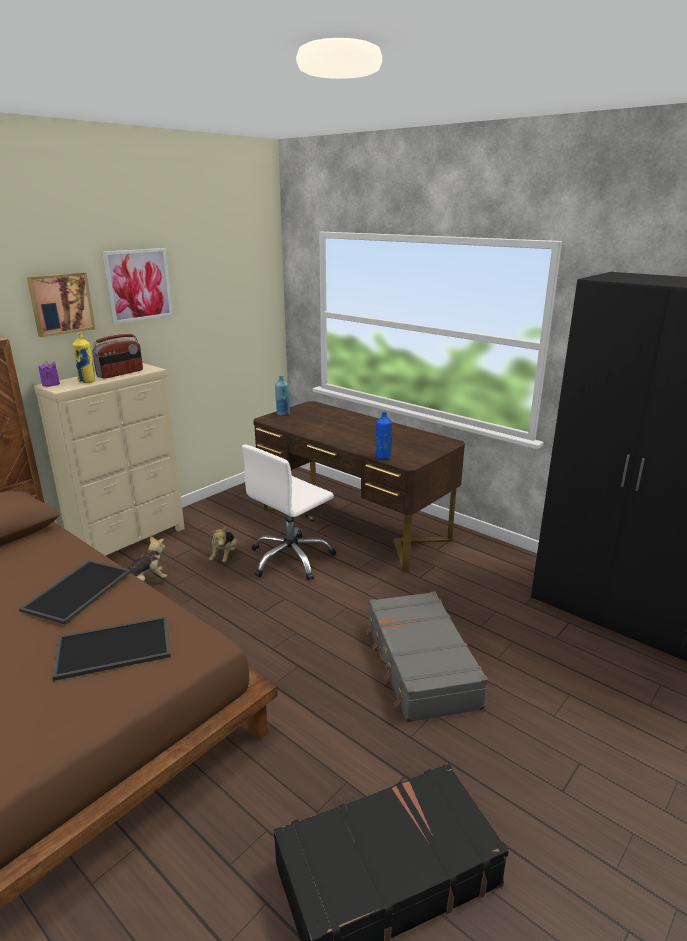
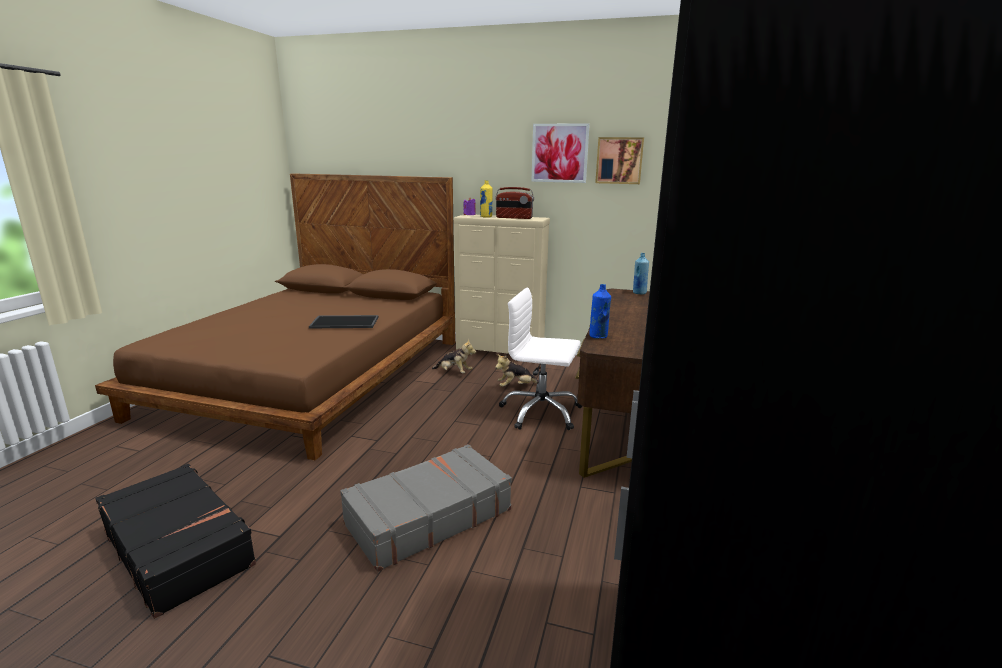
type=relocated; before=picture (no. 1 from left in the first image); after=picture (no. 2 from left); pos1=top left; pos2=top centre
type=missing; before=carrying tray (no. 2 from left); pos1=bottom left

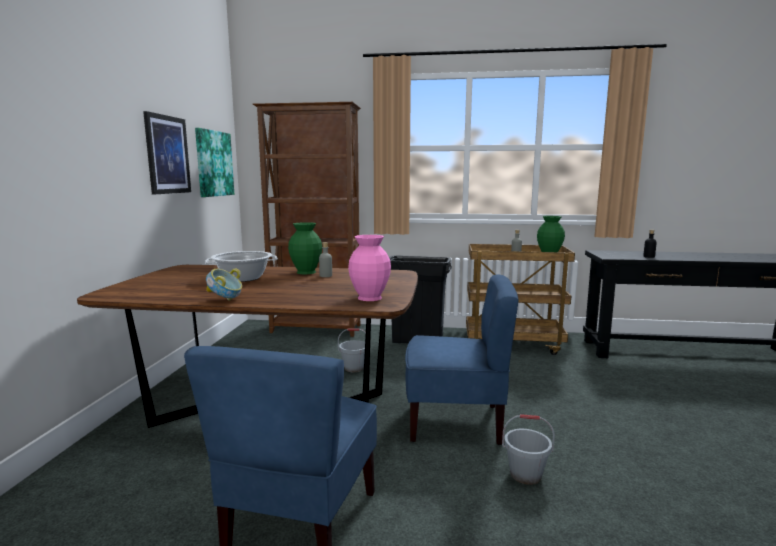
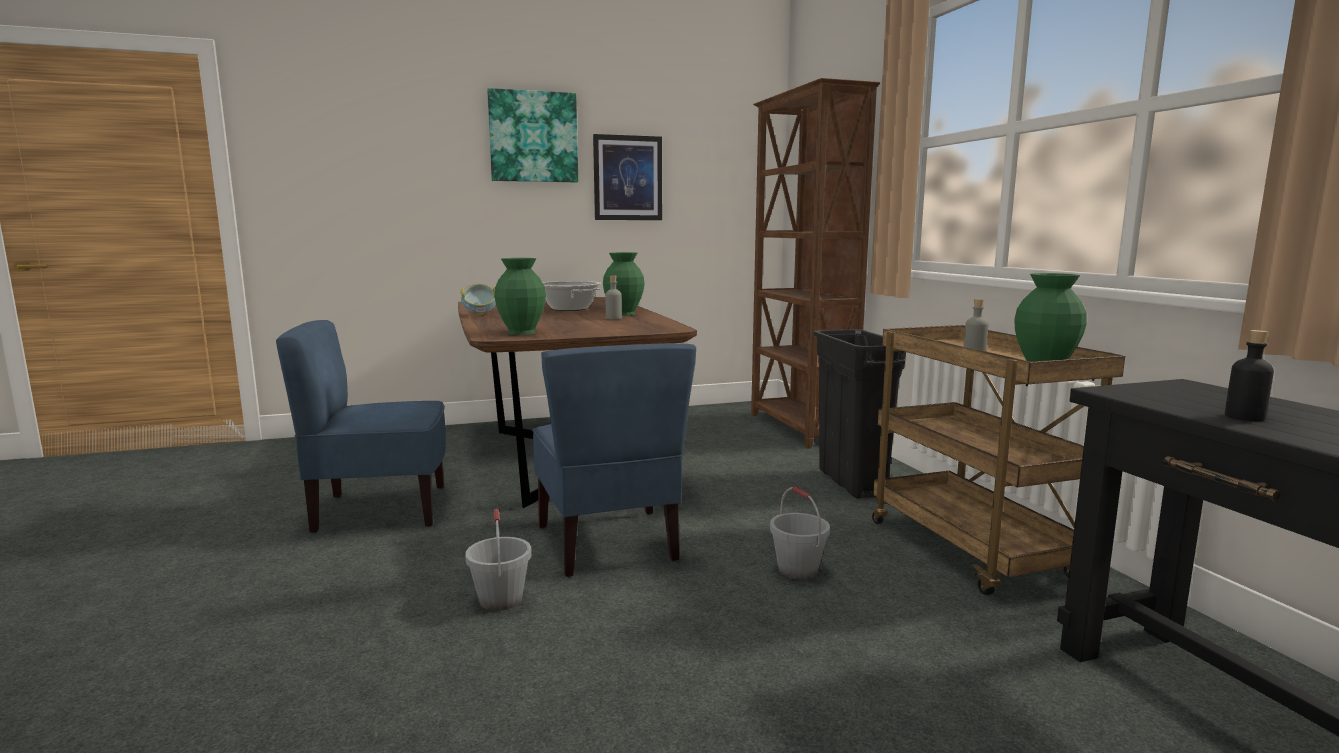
type=relocated; before=picture (no. 2 from left in the first image); after=picture (no. 1 from left); pos1=top left; pos2=top centre
type=relocated; before=greyish pail (no. 1 from left in the first image); after=greyish pail (no. 2 from left); pos1=centre; pos2=bottom centre
type=colour; before=pink-coloured flower vase; after=greenish flower vase (no. 1 from left); pos1=centre; pos2=centre

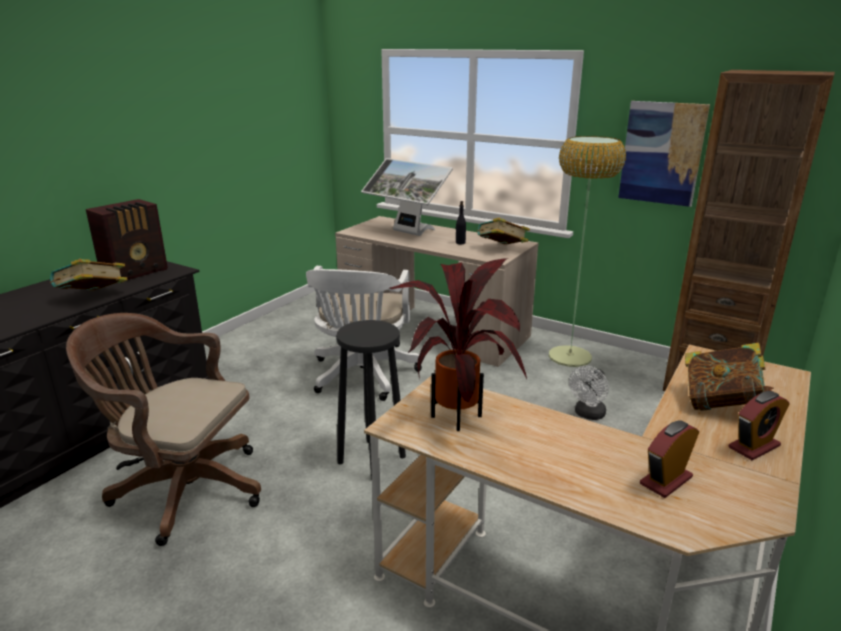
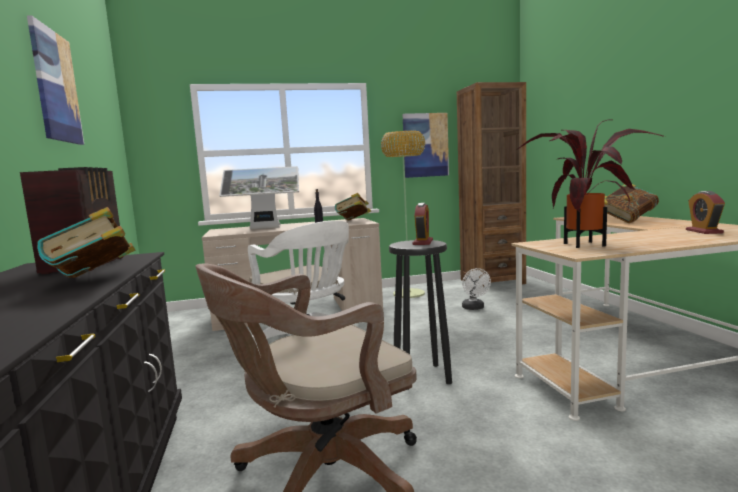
type=relocated; before=bedside clock (no. 2 from left in the first image); after=bedside clock (no. 1 from left); pos1=bottom right; pos2=centre
type=appeared; after=picture (no. 1 from left); pos2=top left

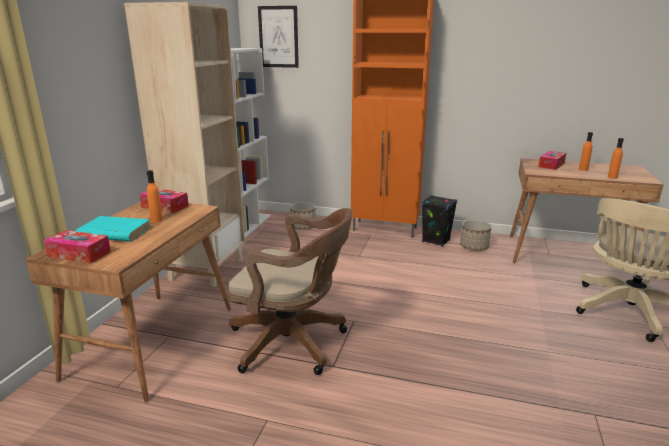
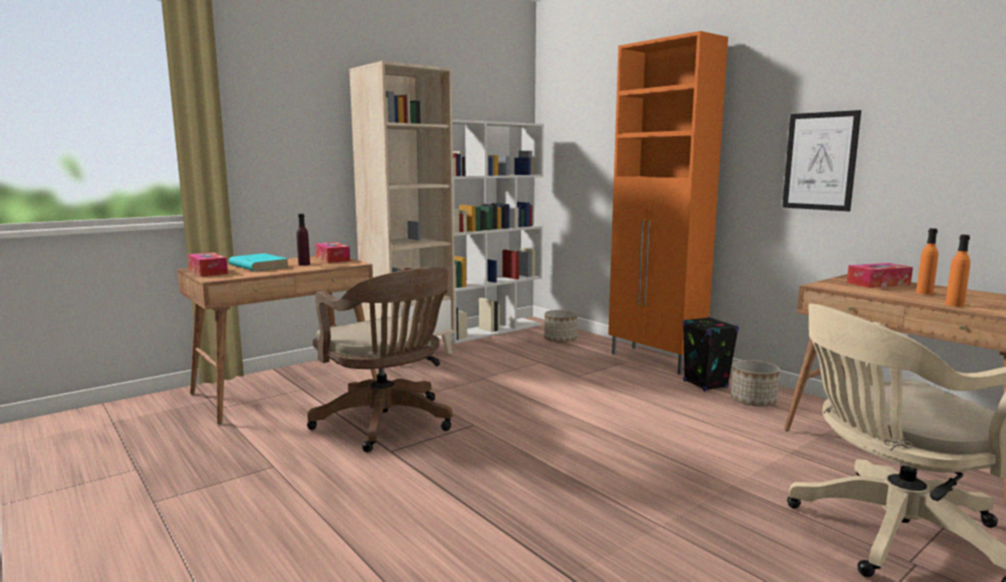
type=colour; before=orange bottle (no. 1 from left); after=purplish bottle; pos1=middle left; pos2=middle left
type=relocated; before=picture; pos1=top centre; pos2=top right

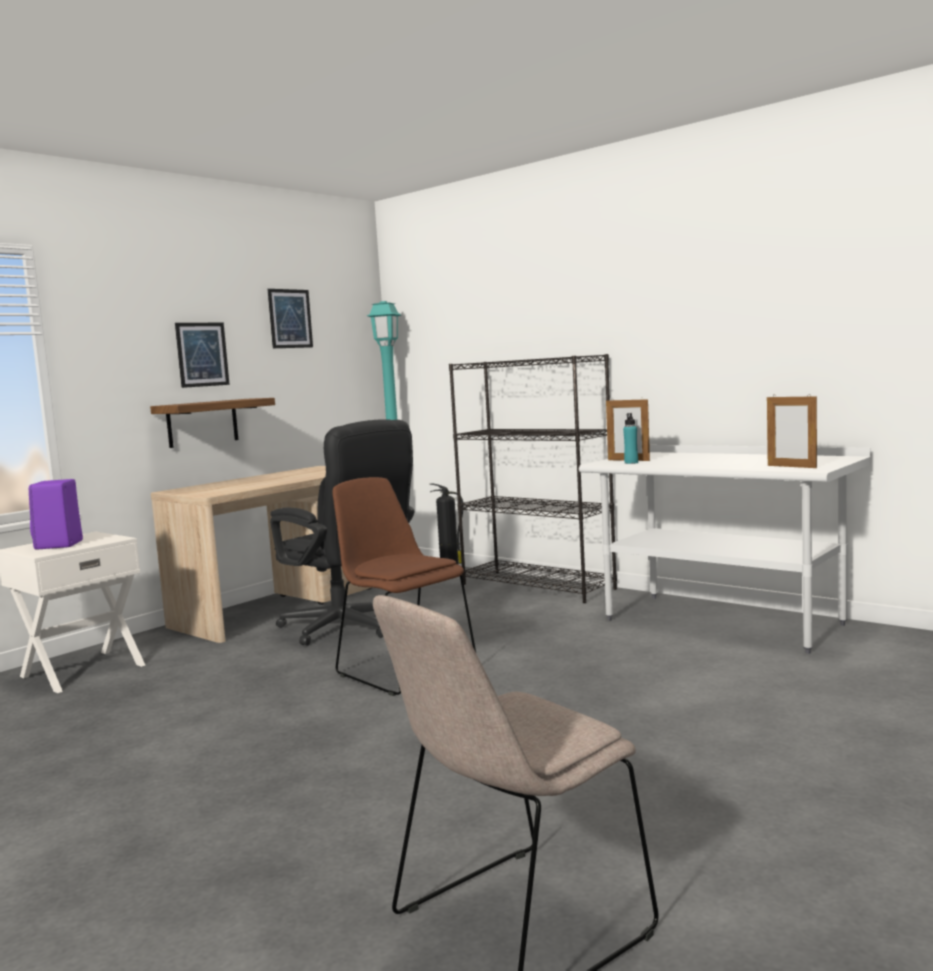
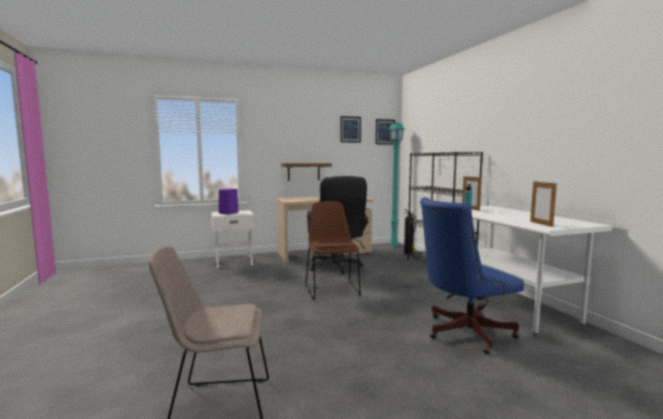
type=relocated; before=picture (no. 1 from left in the first image); after=picture (no. 2 from left); pos1=middle left; pos2=top centre
type=appeared; after=blue-coloured office chair; pos2=middle right

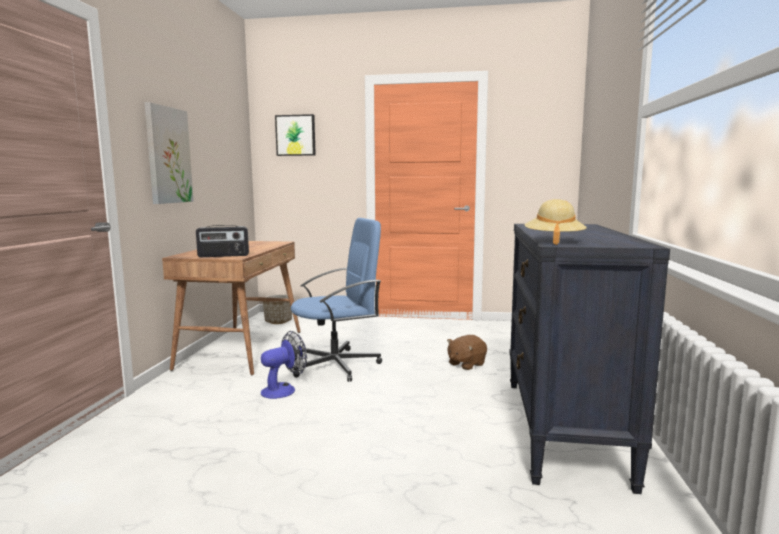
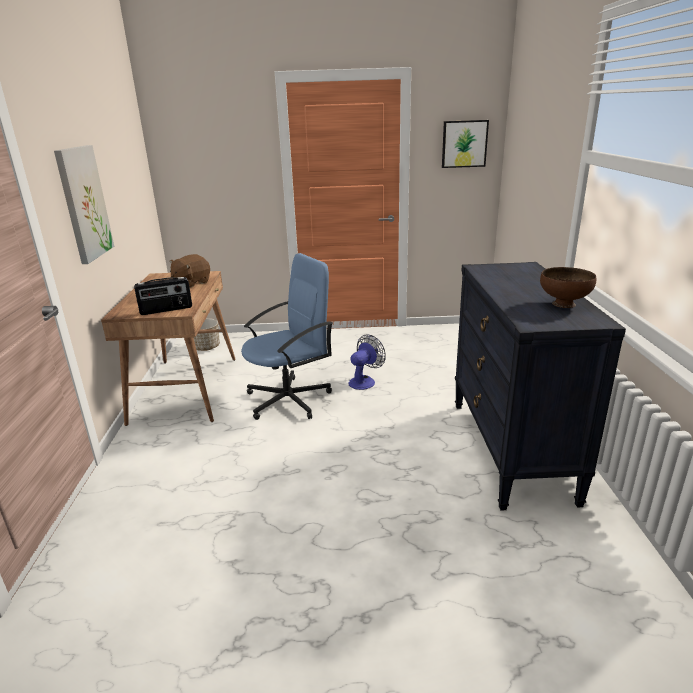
type=relocated; before=cooling fan; pos1=bottom centre; pos2=centre
type=relocated; before=picture (no. 2 from left); pos1=top centre; pos2=top right
type=relocated; before=brown plush toy; pos1=centre; pos2=middle left
type=missing; before=beige-coloured wearable hat; pos1=middle right
type=appeared; after=brown serving bowl; pos2=middle right

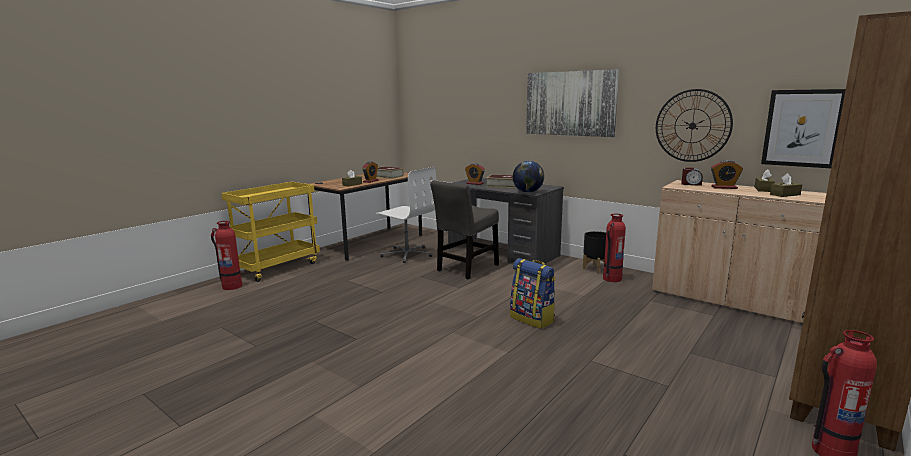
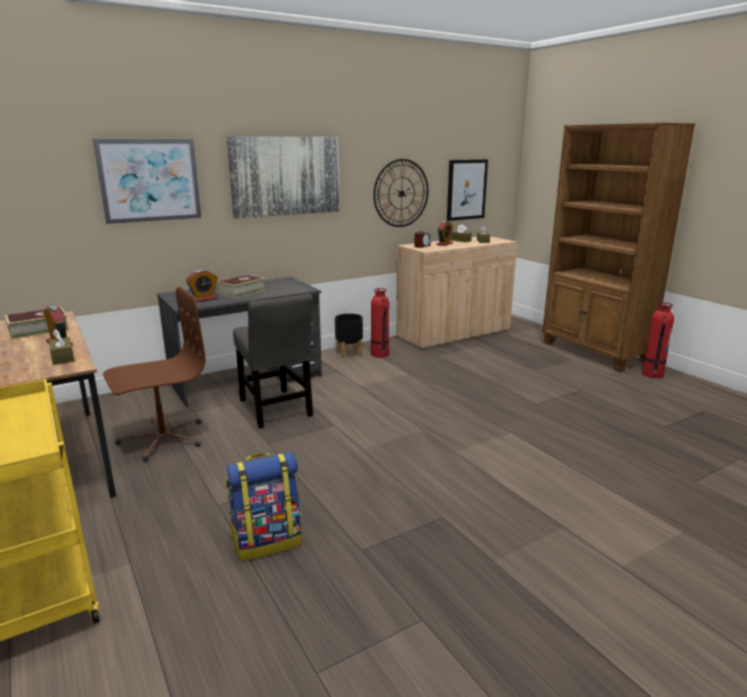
type=missing; before=fire-fighting cylinder (no. 1 from left); pos1=middle left
type=colour; before=white office chair; after=brown office chair; pos1=centre; pos2=middle left
type=relocated; before=backpack; pos1=centre; pos2=bottom centre
type=missing; before=desk globe; pos1=centre
type=appeared; after=picture (no. 1 from left); pos2=top left

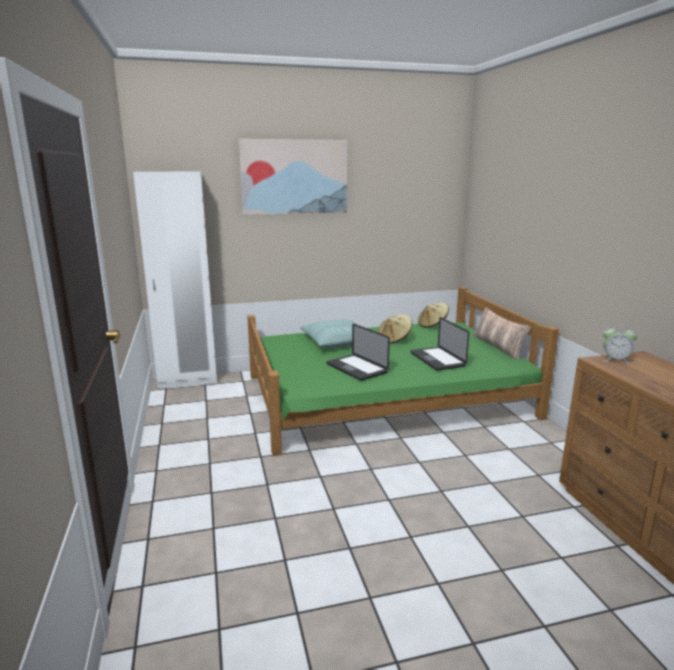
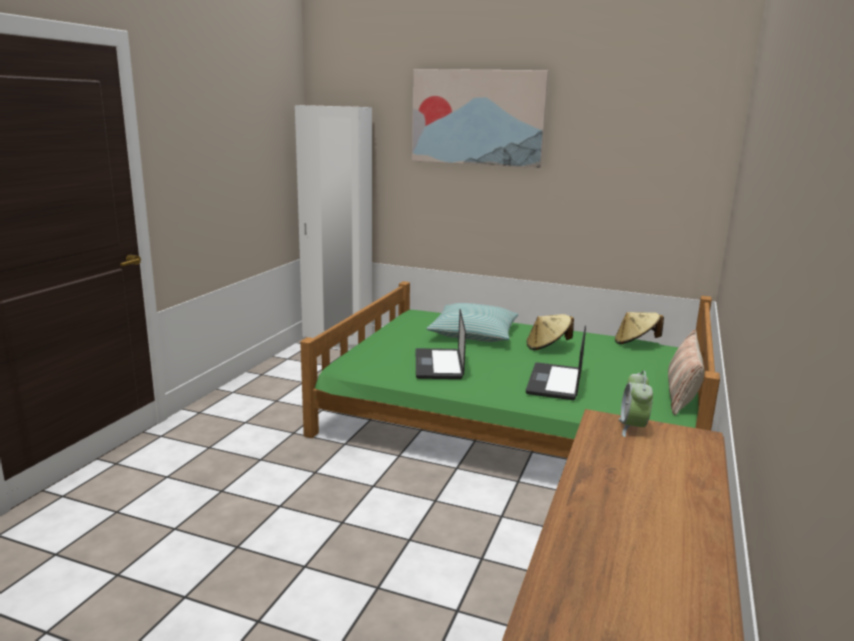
type=spun; before=bedside clock; pos1=middle right; pos2=middle right; turn=45

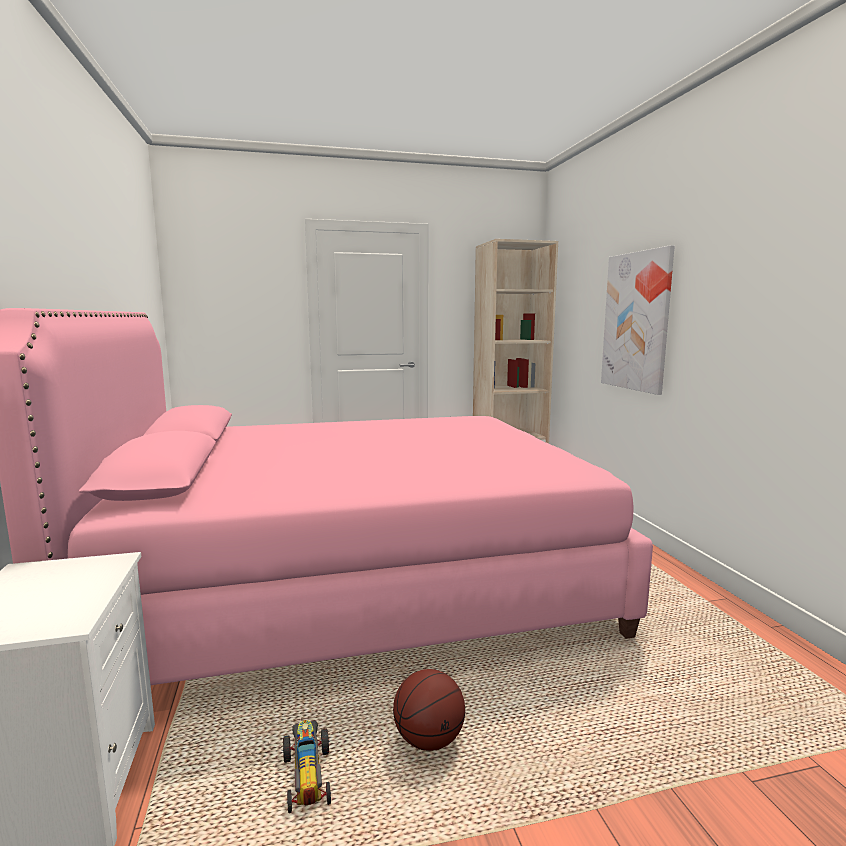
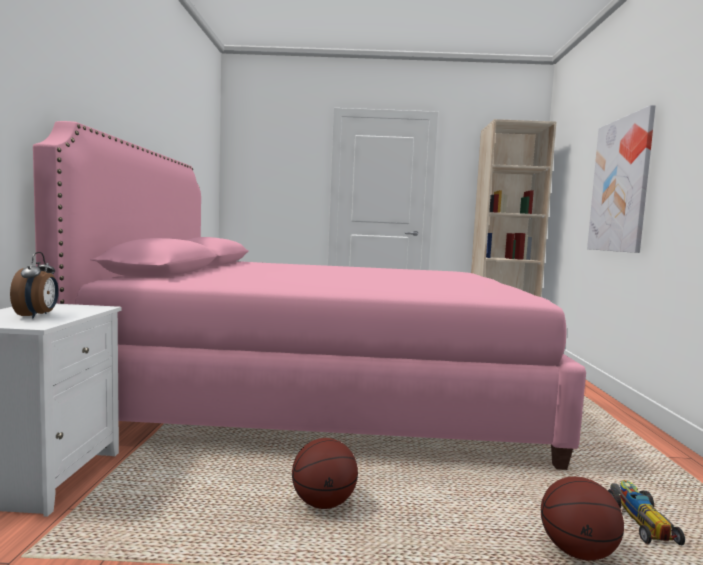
type=relocated; before=model car; pos1=bottom centre; pos2=bottom right
type=appeared; after=bedside clock; pos2=middle left
type=appeared; after=ball for basketball (no. 2 from left); pos2=bottom right

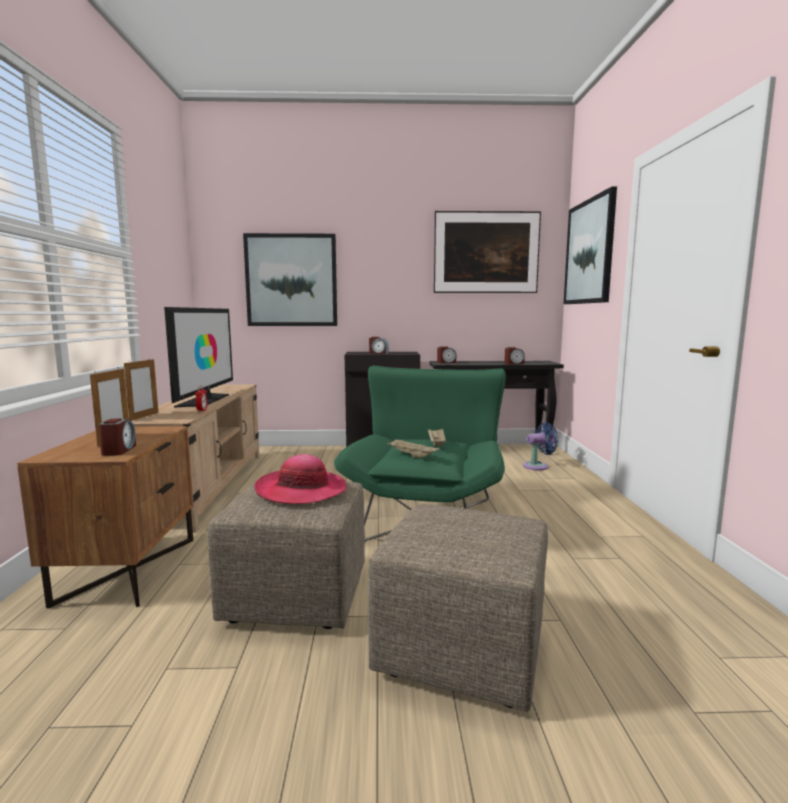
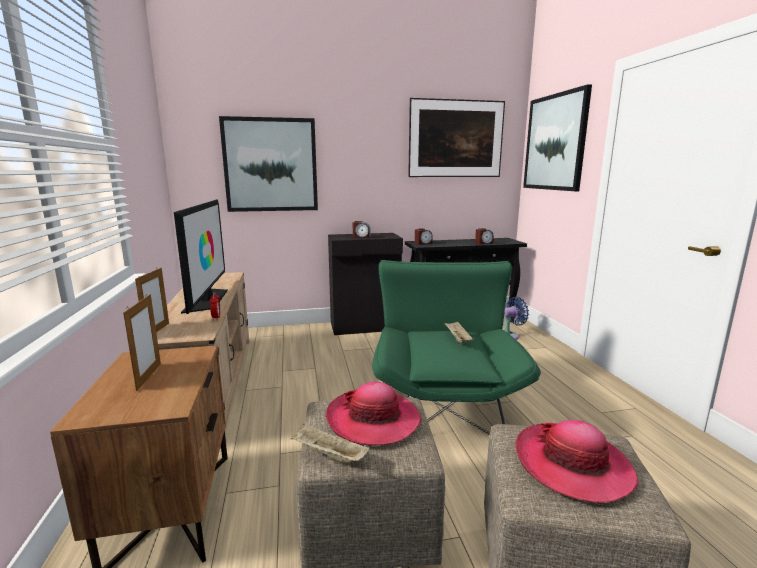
type=missing; before=bedside clock (no. 1 from left); pos1=middle left
type=relocated; before=beige-coloured carrying tray (no. 1 from left); pos1=centre; pos2=bottom centre
type=appeared; after=wearable hat (no. 2 from left); pos2=bottom right

